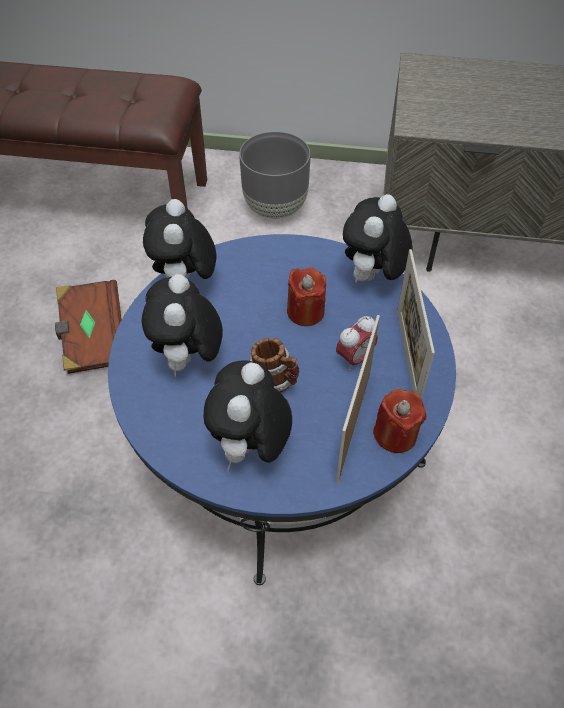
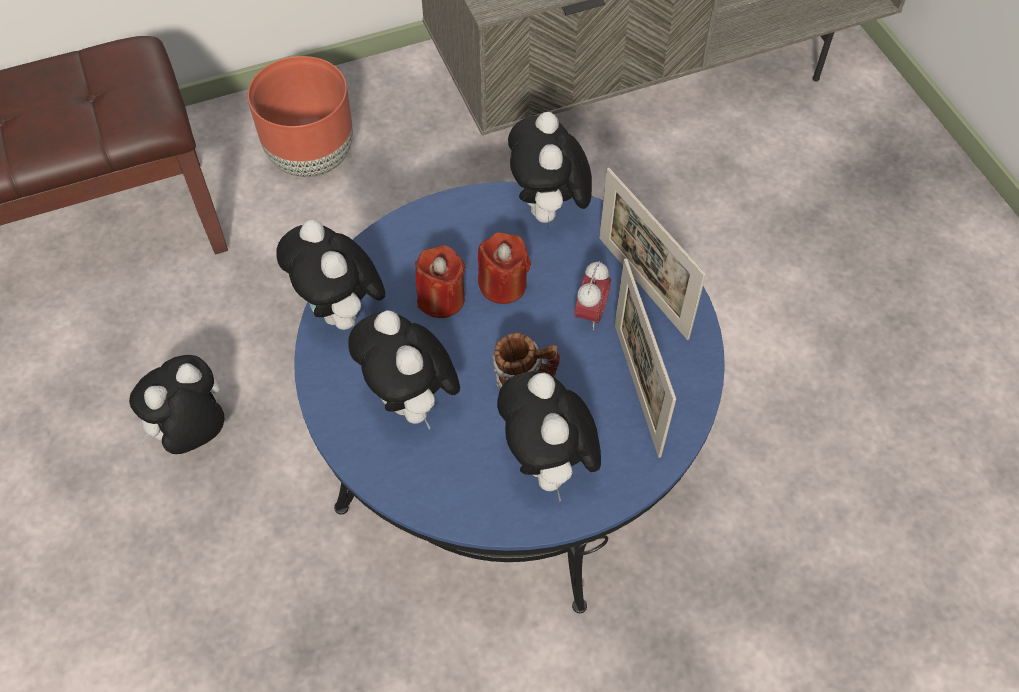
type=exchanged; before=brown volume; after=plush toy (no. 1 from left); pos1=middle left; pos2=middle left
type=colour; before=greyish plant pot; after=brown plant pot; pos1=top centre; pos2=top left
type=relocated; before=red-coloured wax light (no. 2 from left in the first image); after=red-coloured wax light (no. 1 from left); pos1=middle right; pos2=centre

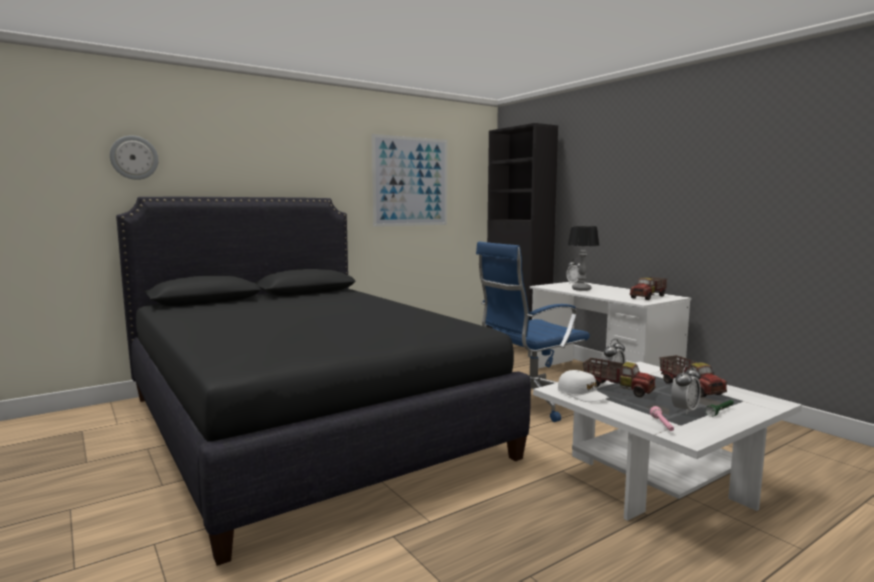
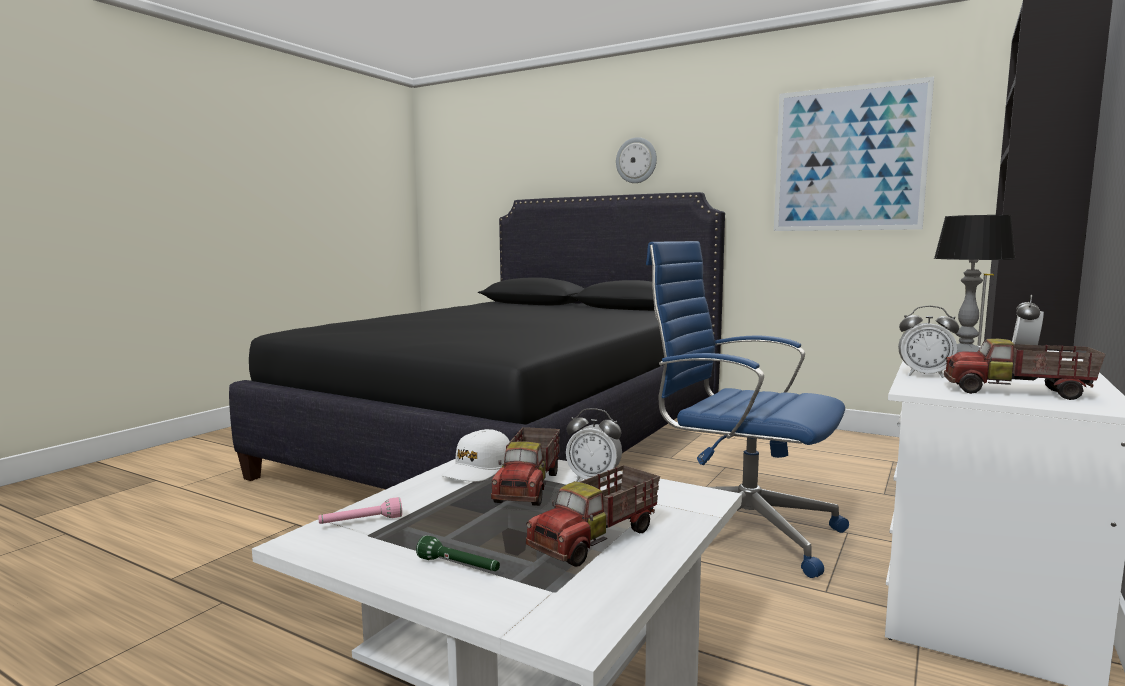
type=relocated; before=wall clock; pos1=top left; pos2=top centre
type=relocated; before=bedside clock (no. 3 from left in the first image); after=bedside clock (no. 2 from left); pos1=bottom right; pos2=middle right

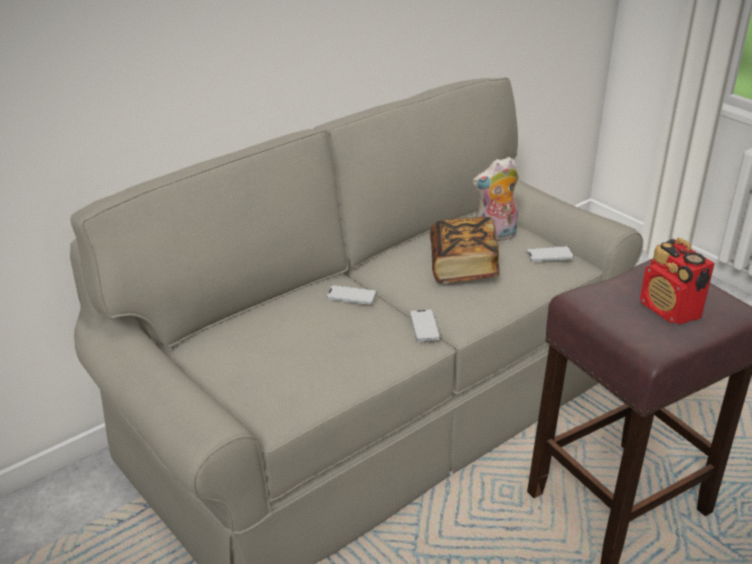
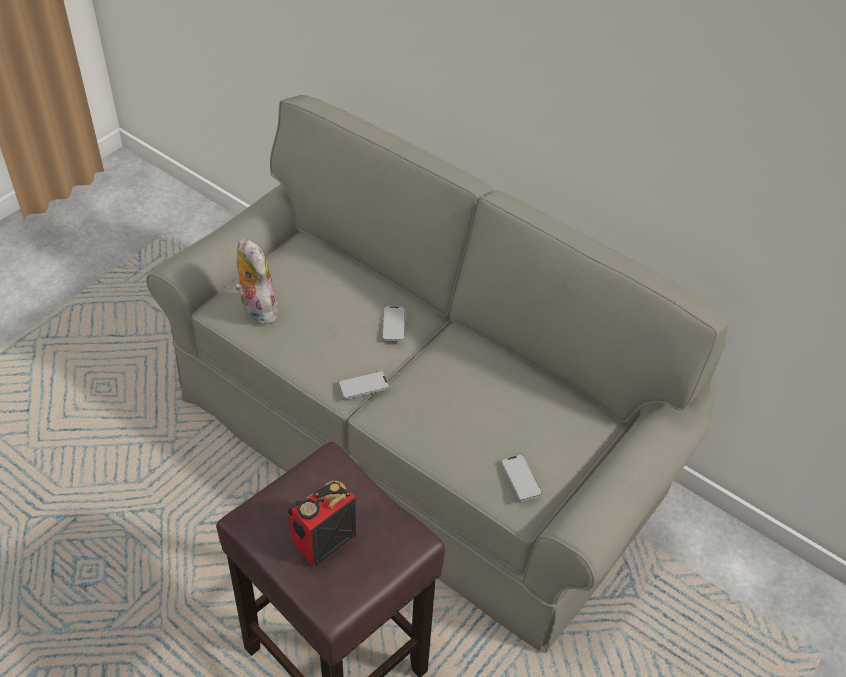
type=missing; before=volume; pos1=centre
type=relocated; before=plush toy; pos1=centre; pos2=middle left

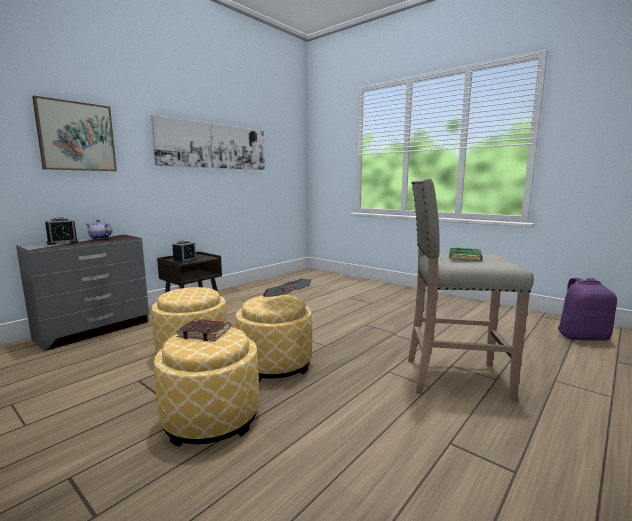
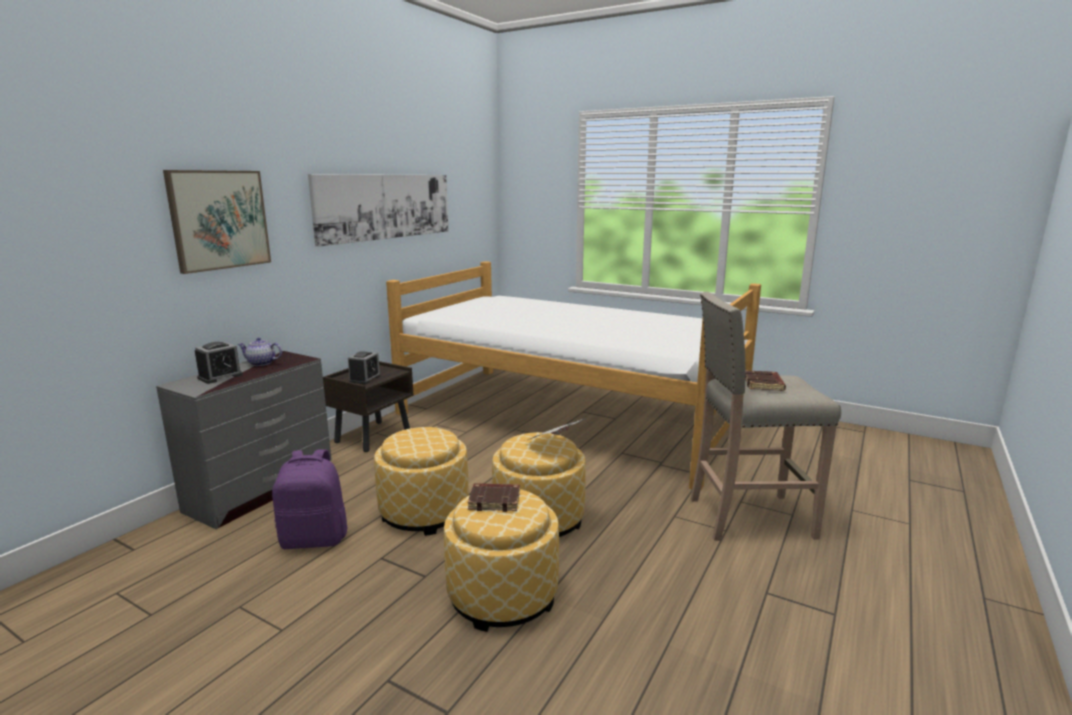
type=colour; before=greenish volume; after=brown volume (no. 2 from left); pos1=middle right; pos2=middle right
type=relocated; before=purplish backpack; pos1=middle right; pos2=bottom left
type=appeared; after=bed; pos2=centre

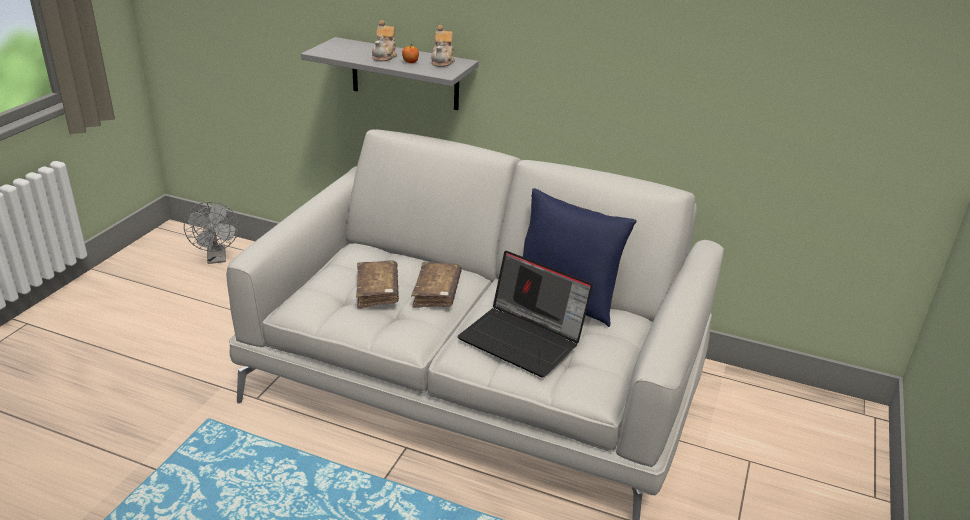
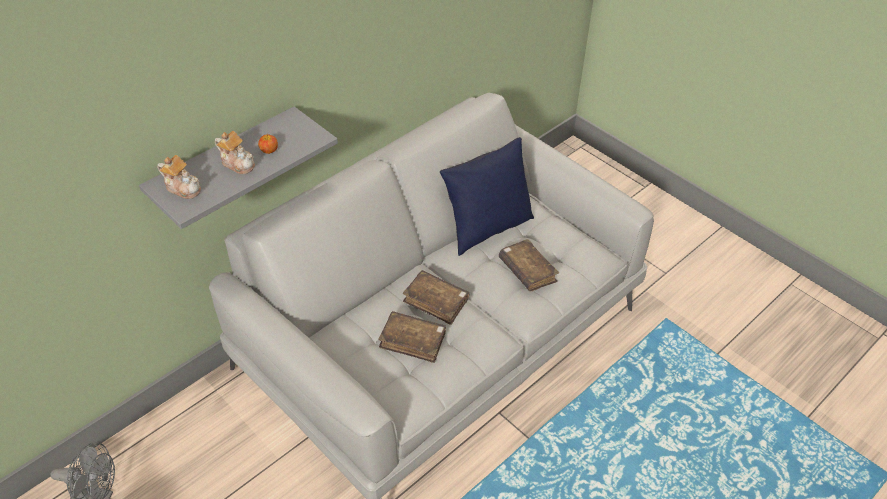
type=relocated; before=tea pot (no. 2 from left in the first image); after=tea pot (no. 1 from left); pos1=top centre; pos2=middle left
type=exchanged; before=portable computer; after=brown volume (no. 3 from left); pos1=centre; pos2=centre

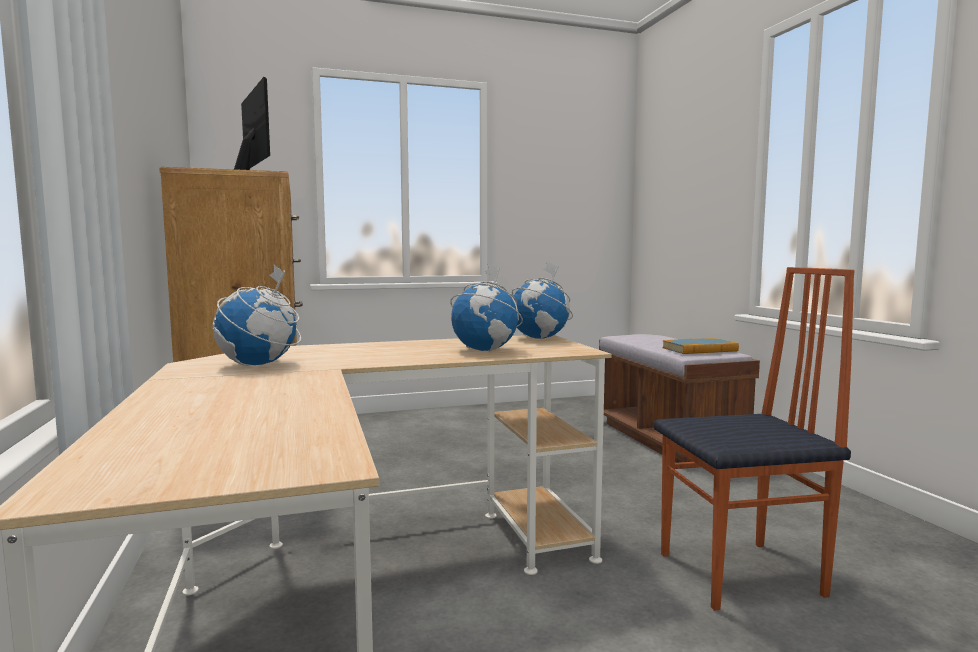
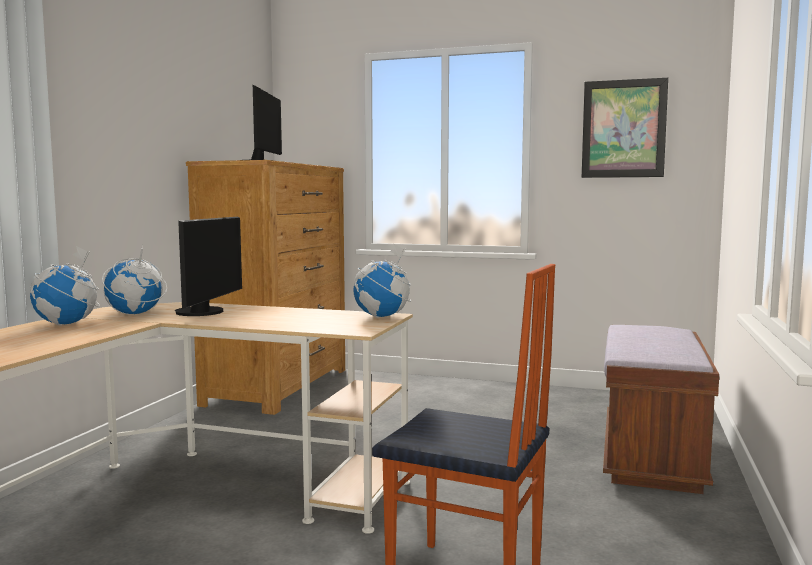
type=relocated; before=desk globe (no. 2 from left in the first image); after=desk globe (no. 1 from left); pos1=centre; pos2=middle left
type=missing; before=volume; pos1=middle right
type=appeared; after=computer display (no. 1 from left); pos2=middle left
type=appeared; after=picture; pos2=top right

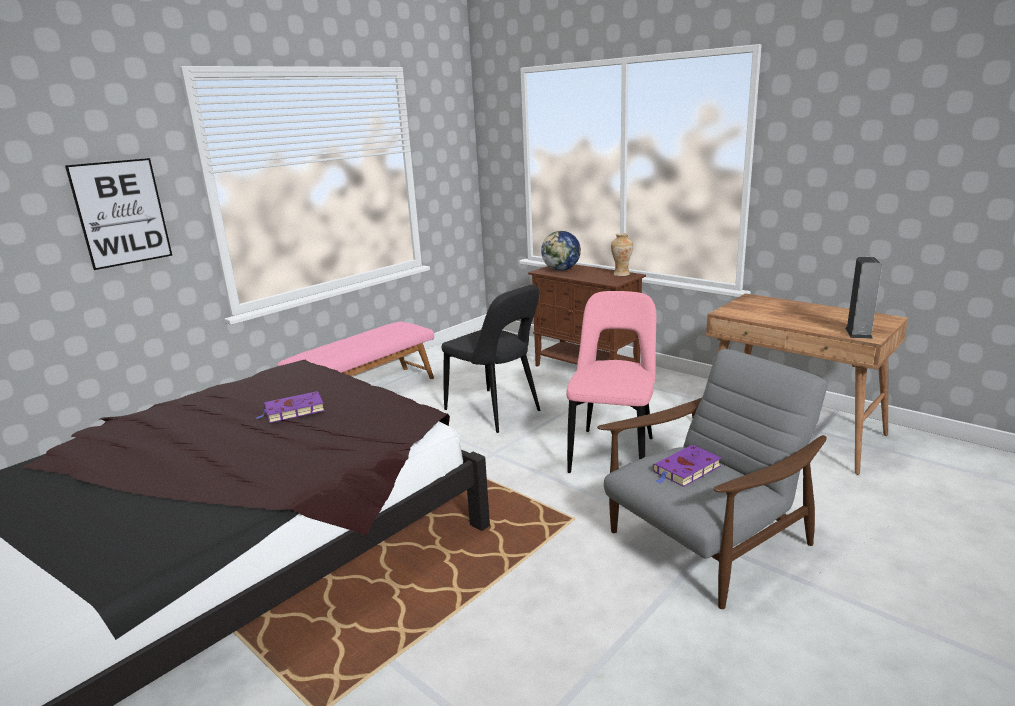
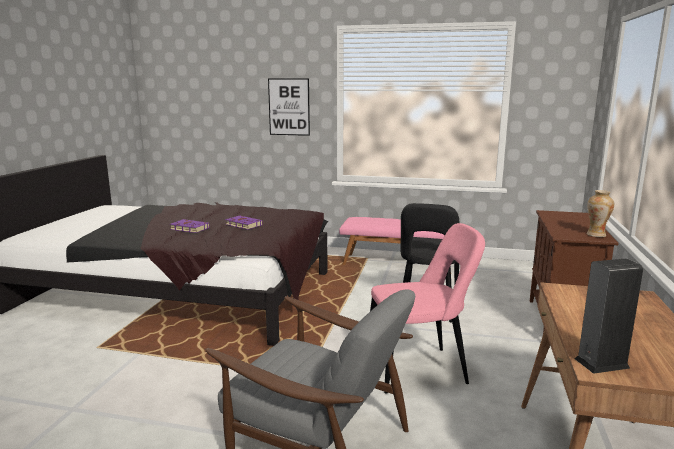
type=missing; before=desk globe; pos1=centre
type=relocated; before=purplish volume (no. 2 from left in the first image); after=purplish volume (no. 1 from left); pos1=middle right; pos2=middle left

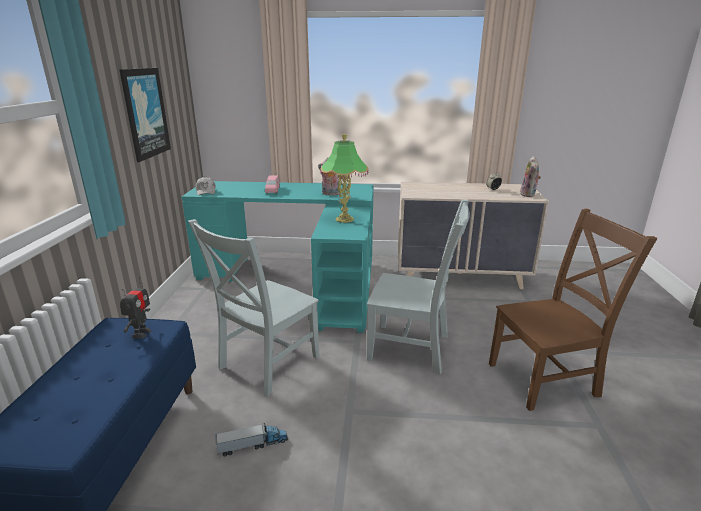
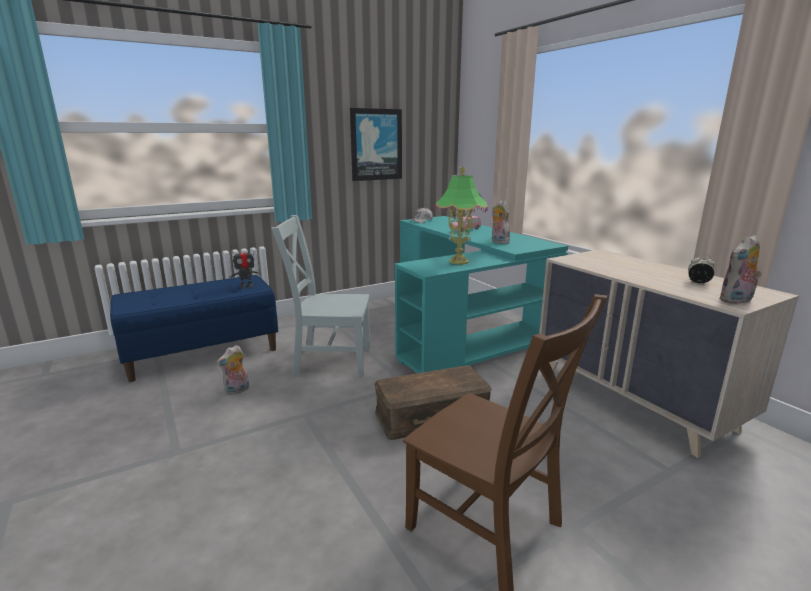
type=exchanged; before=toy lorry; after=plush toy (no. 1 from left); pos1=bottom centre; pos2=middle left
type=exchanged; before=greyish chair (no. 2 from left); after=brown storage box; pos1=centre; pos2=bottom centre

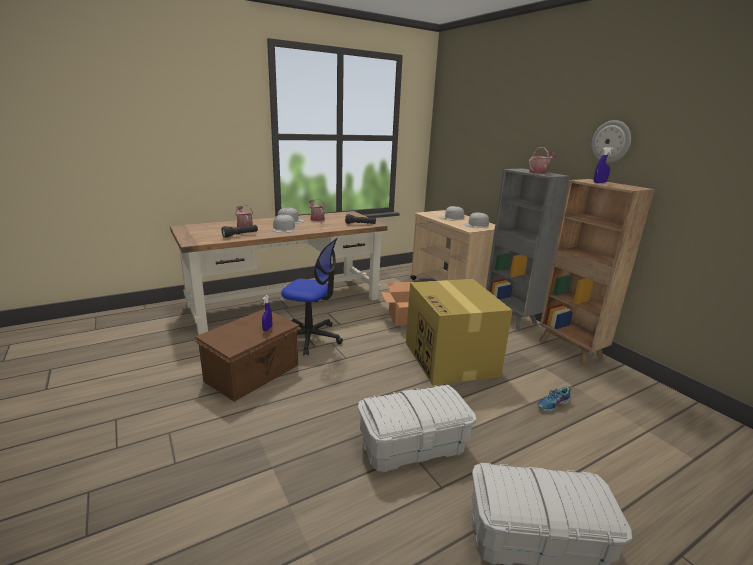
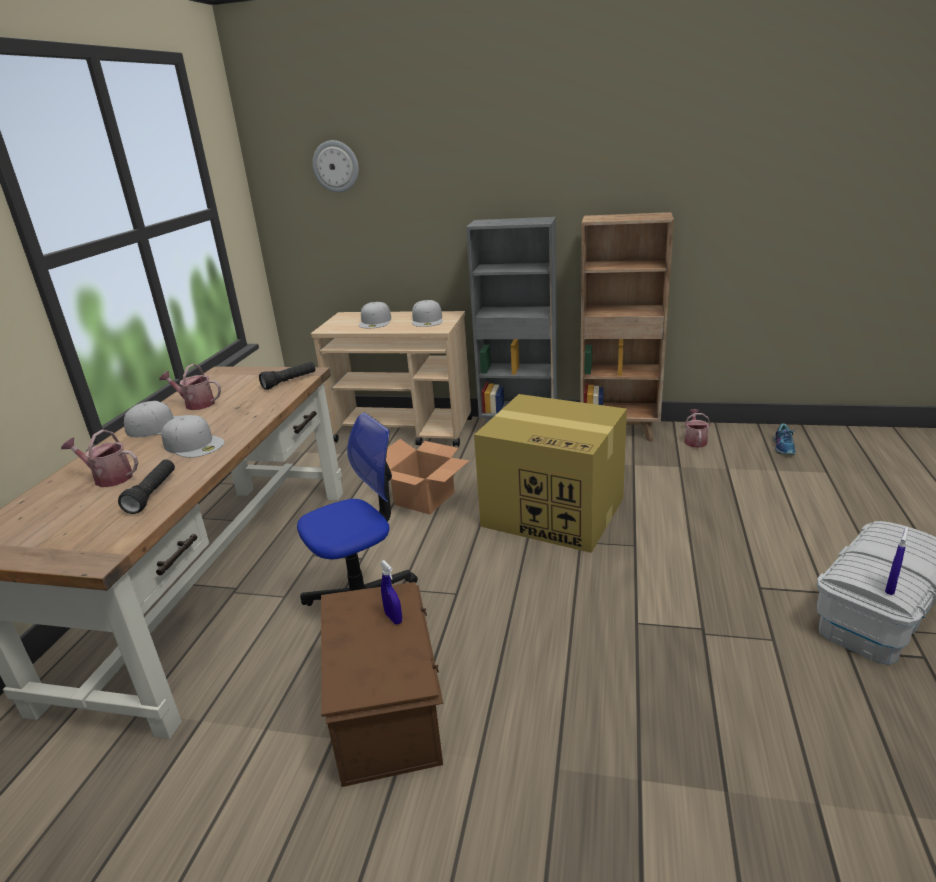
type=missing; before=white storage box (no. 1 from left); pos1=bottom centre
type=relocated; before=sprinkling can (no. 3 from left); pos1=top right; pos2=middle right
type=relocated; before=item of footwear; pos1=bottom right; pos2=middle right
type=relocated; before=wall clock; pos1=top right; pos2=top centre
type=relocated; before=blue-coloured sprayer (no. 2 from left); pos1=top right; pos2=middle right

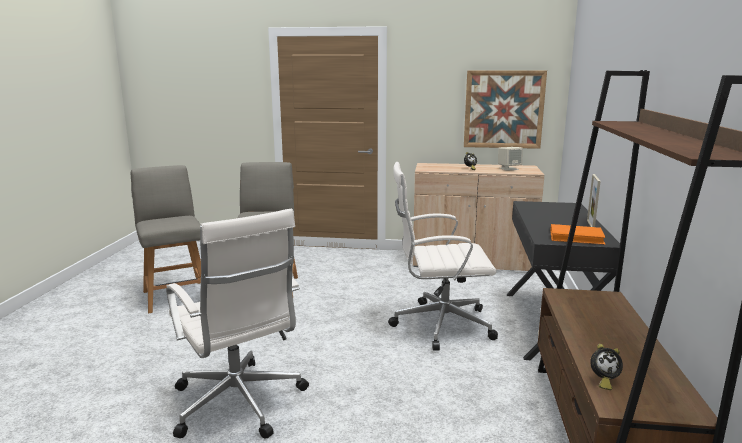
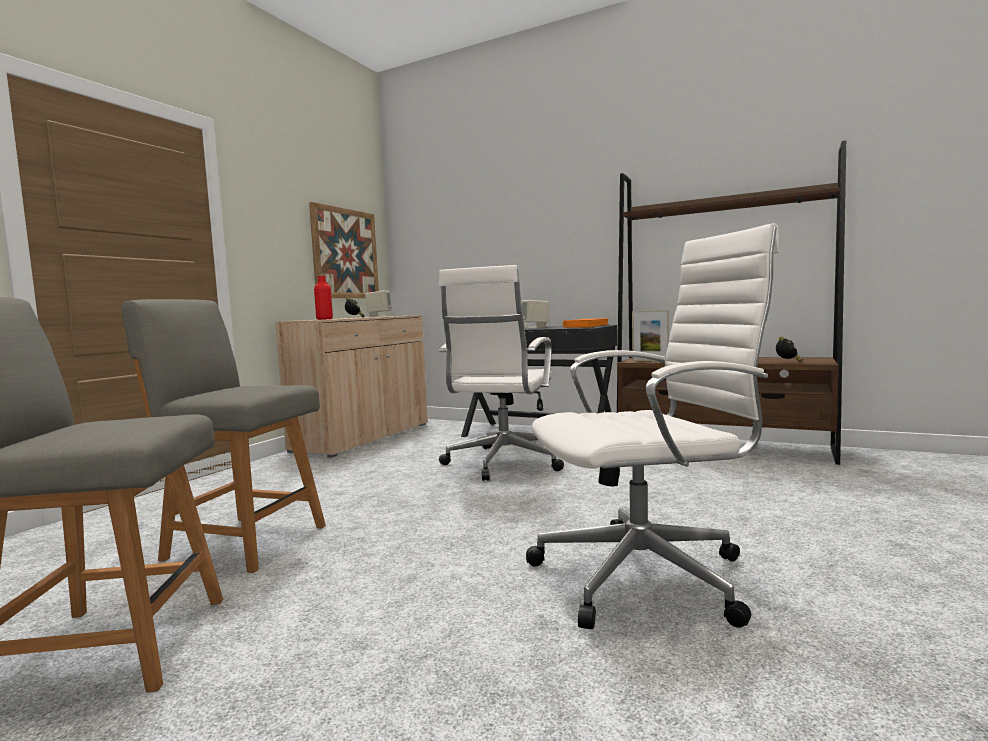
type=relocated; before=picture frame; pos1=middle right; pos2=centre
type=appeared; after=red-coloured bottle; pos2=middle left
type=appeared; after=beige-coloured speaker (no. 2 from left); pos2=centre

